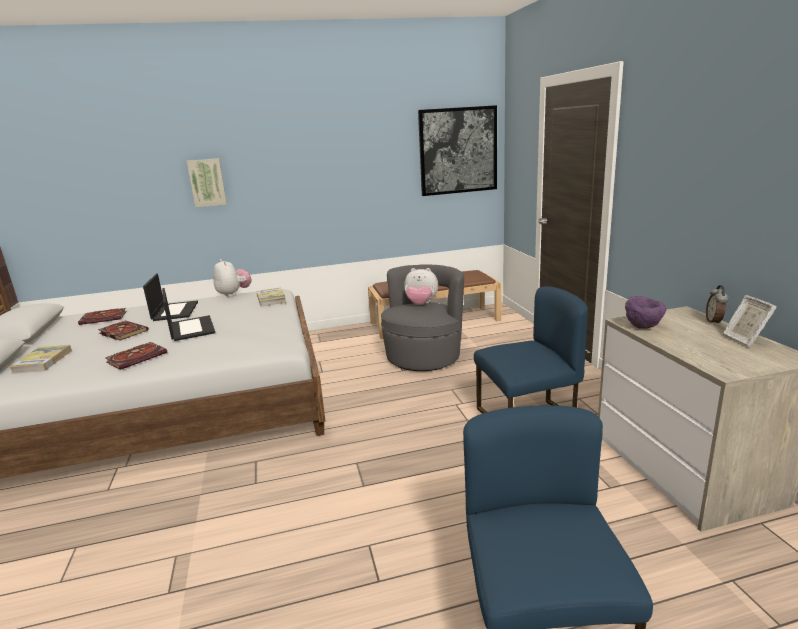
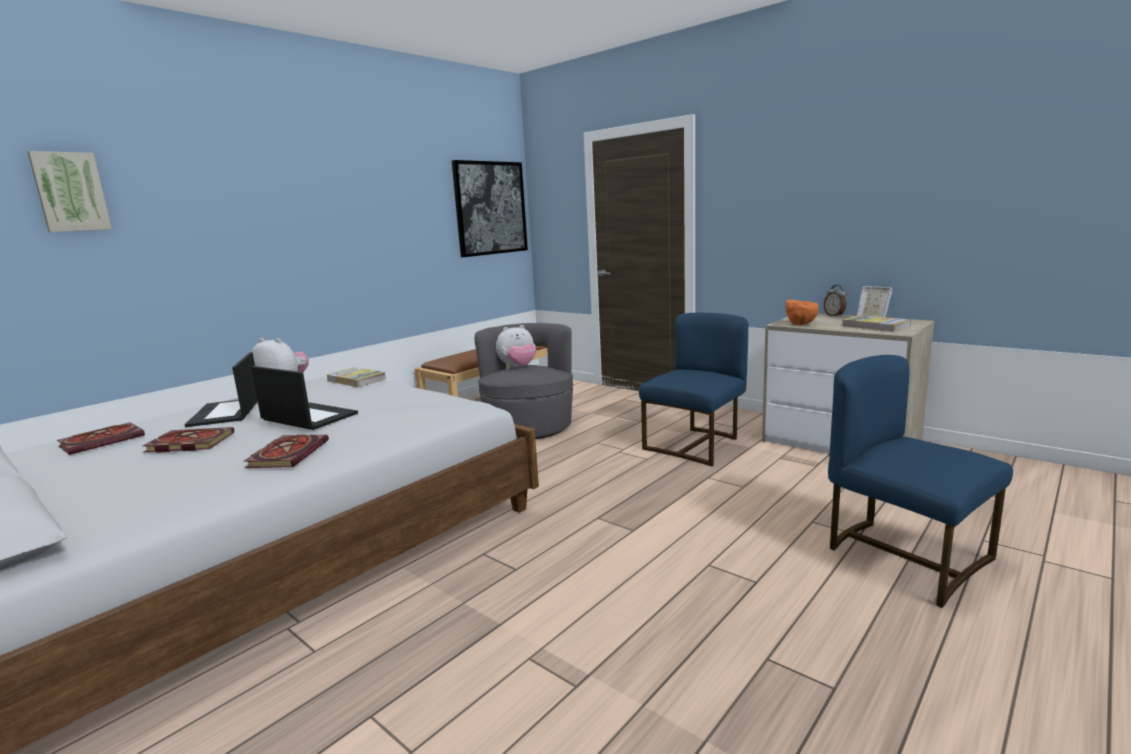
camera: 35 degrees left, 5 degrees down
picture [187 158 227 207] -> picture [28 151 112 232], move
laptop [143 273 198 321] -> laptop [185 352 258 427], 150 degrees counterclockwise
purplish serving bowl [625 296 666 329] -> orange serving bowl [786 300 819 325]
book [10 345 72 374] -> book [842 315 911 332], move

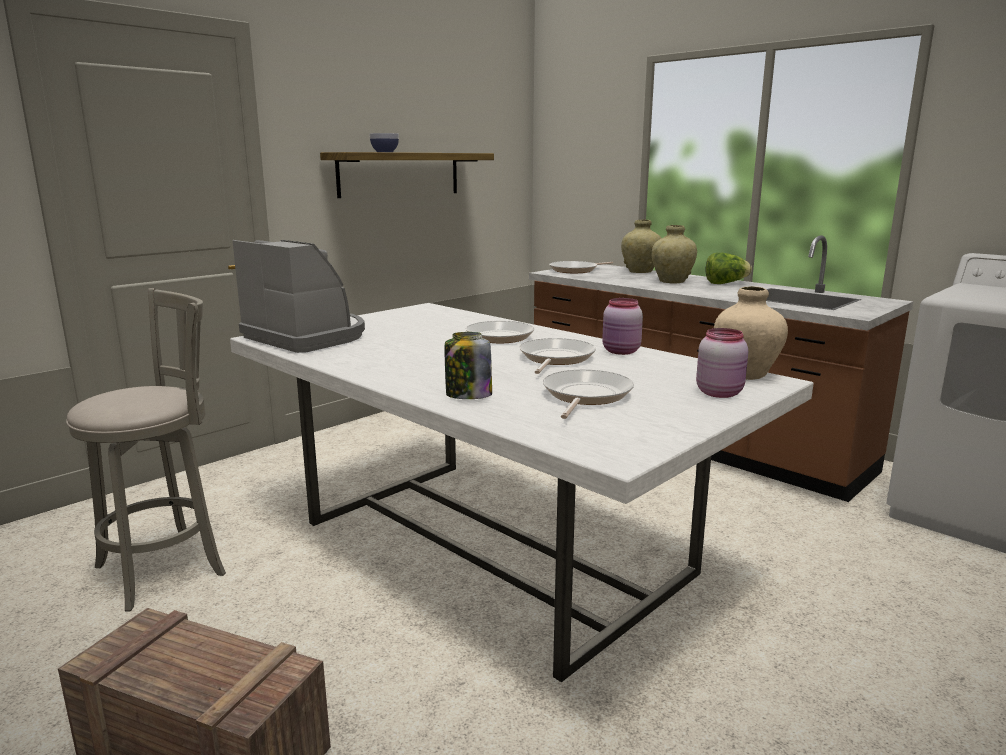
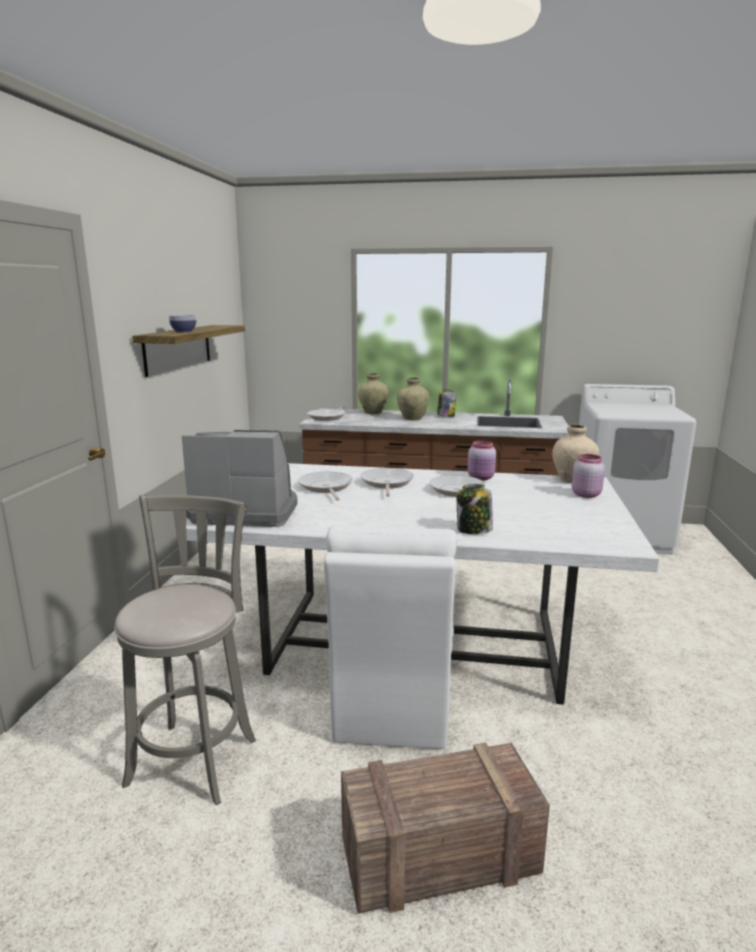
camera: 35 degrees left, 0 degrees up
head of lettuce [706 253 752 284] -> preserve jar [437 389 456 417]
frying pan [543 370 634 419] -> frying pan [298 472 353 501], move
none -> white-coloured chair [324 525 457 749]

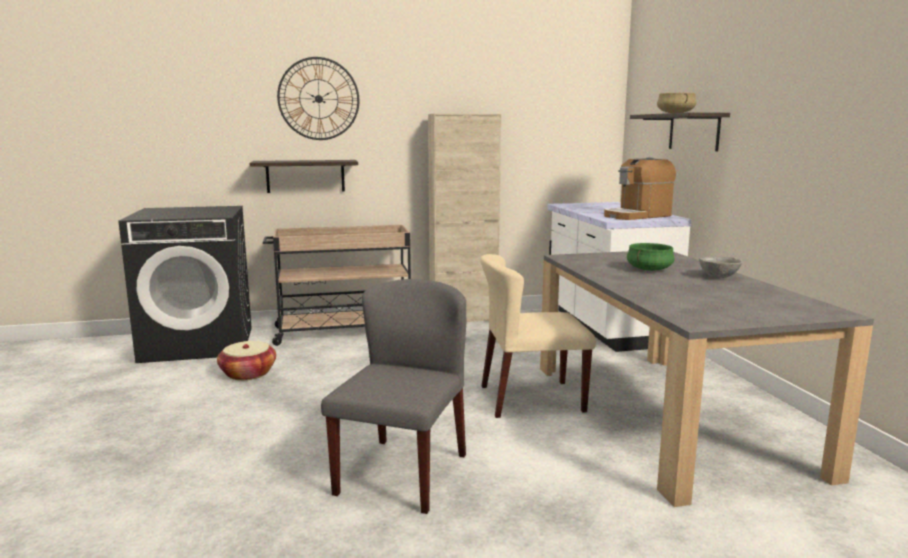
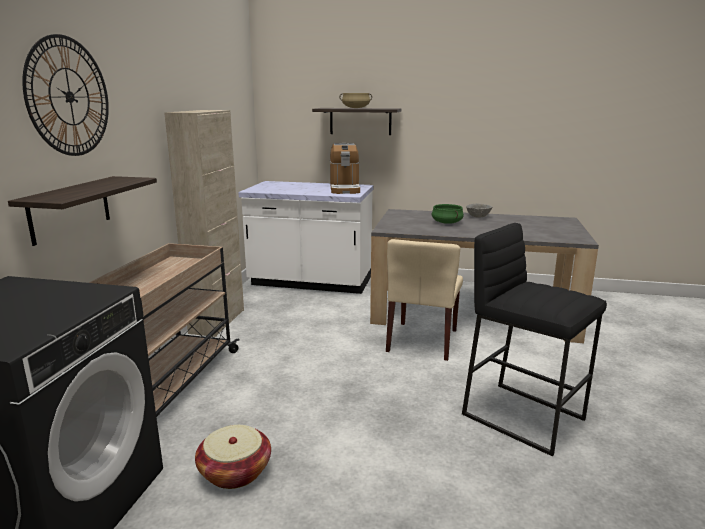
camera: 65 degrees left, 5 degrees up
greyish chair [321 279 466 514] -> black-coloured sitting stool [462 223 607 456]

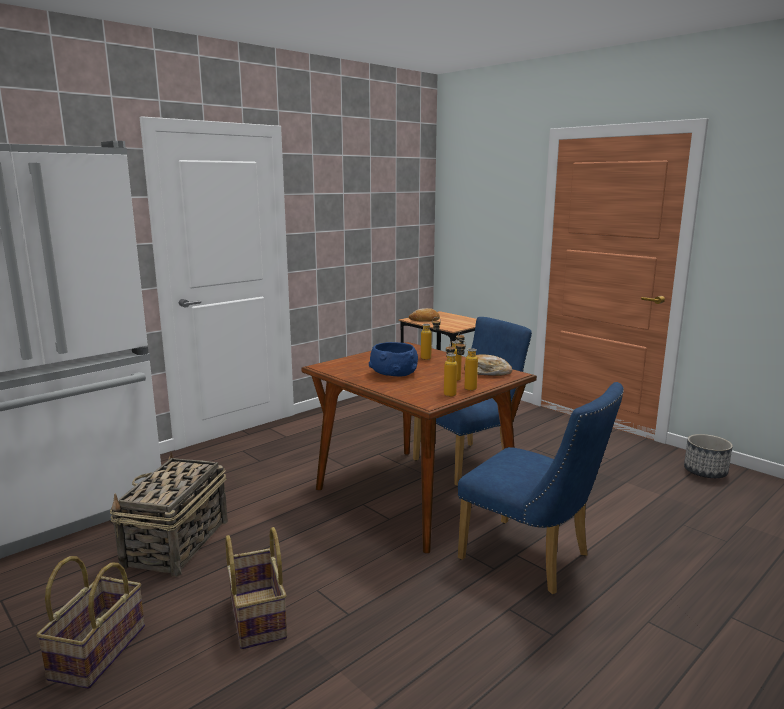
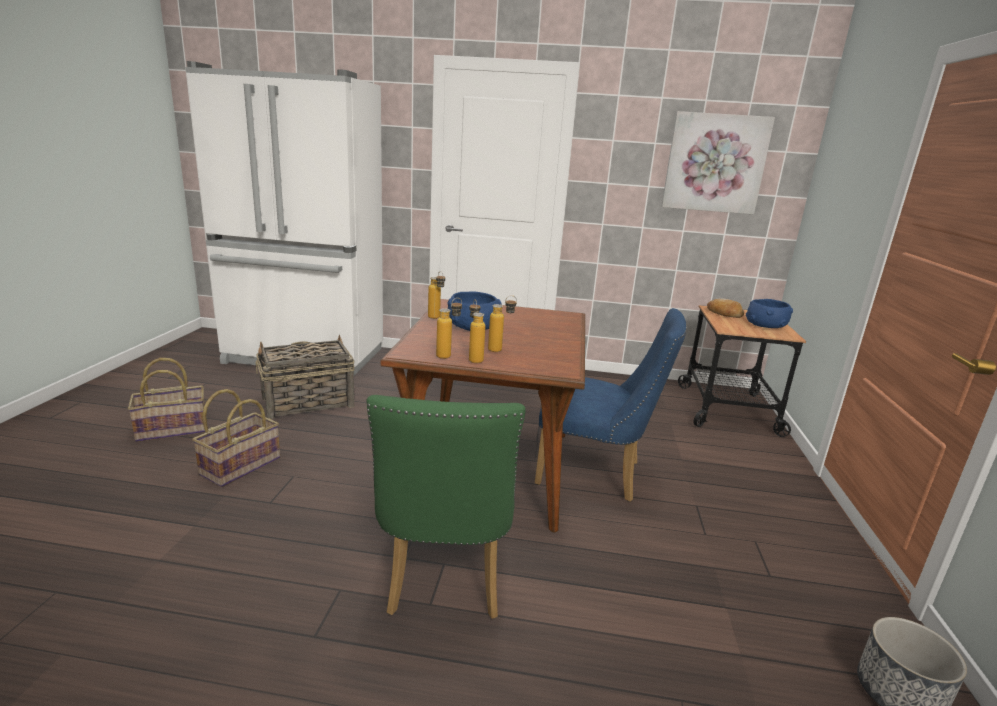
camera: 50 degrees right, 5 degrees up
bottle [421 317 441 360] -> bottle [428 271 445 319], move
bakery bread [464 355 512 376] -> none
bluish chair [458 382 624 594] -> green-coloured chair [367 395 526 619]
none -> picture [661 111 775 214]
none -> bluish serving bowl [746 299 793 328]

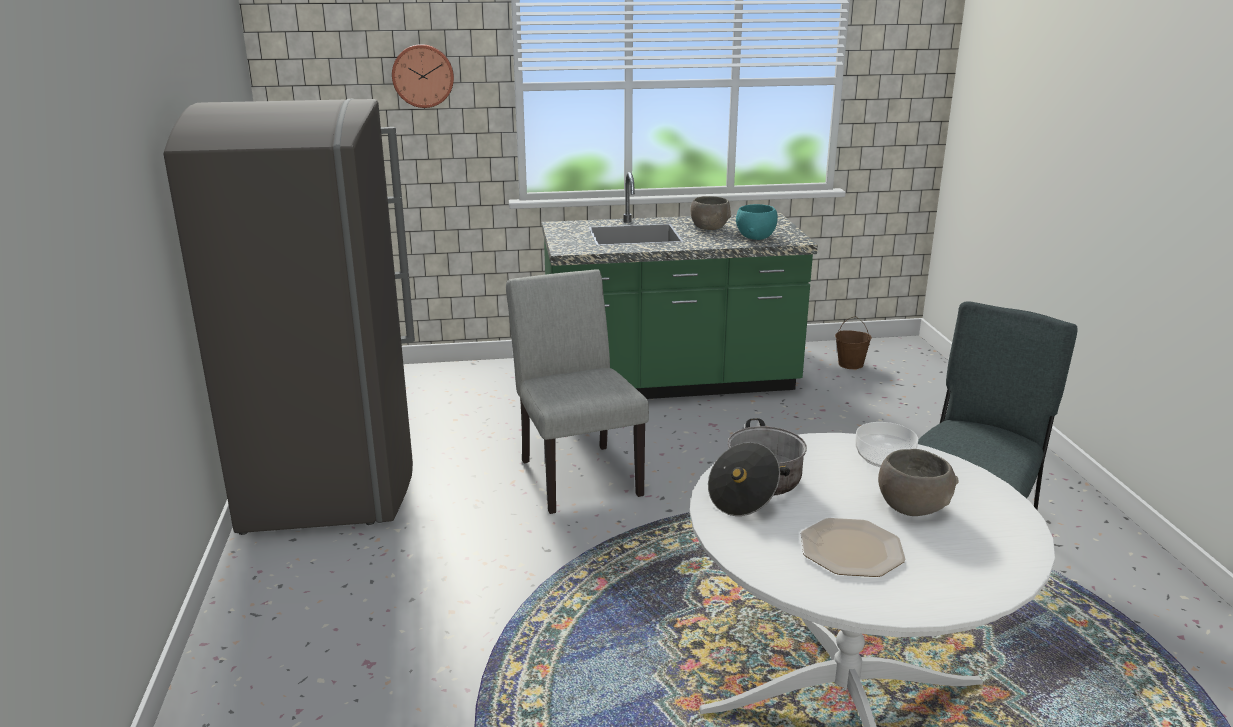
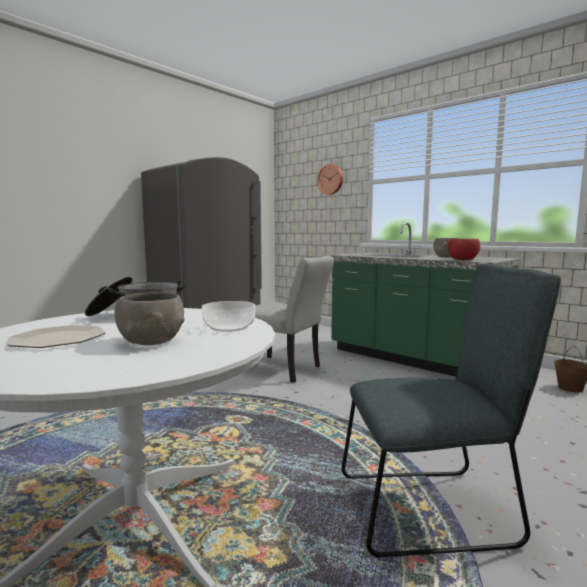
camera: 50 degrees right, 15 degrees down
blue-green serving bowl [736 204 778 240] -> red serving bowl [448 239 480 260]
greyish chair [506 269 649 514] -> greyish chair [255 256 334 383], 90 degrees clockwise

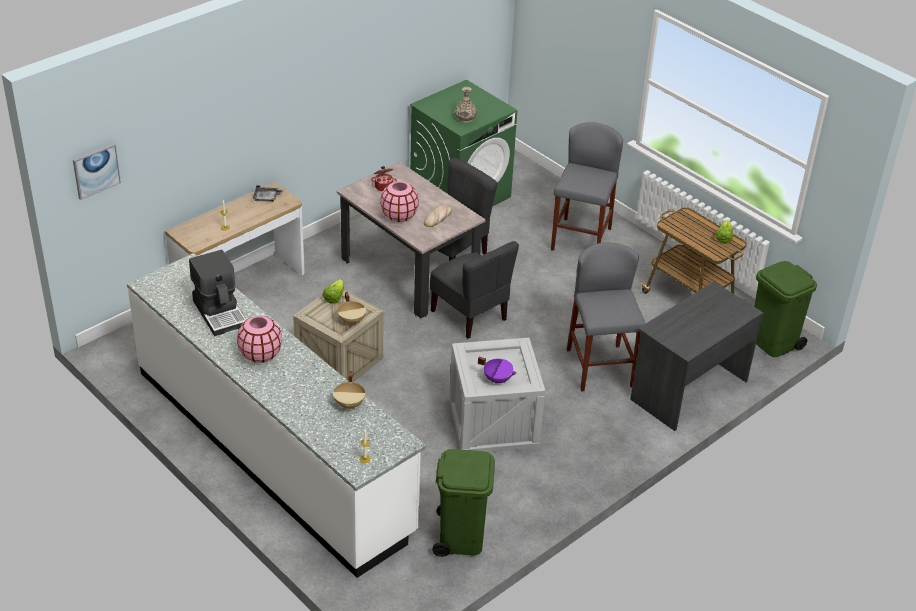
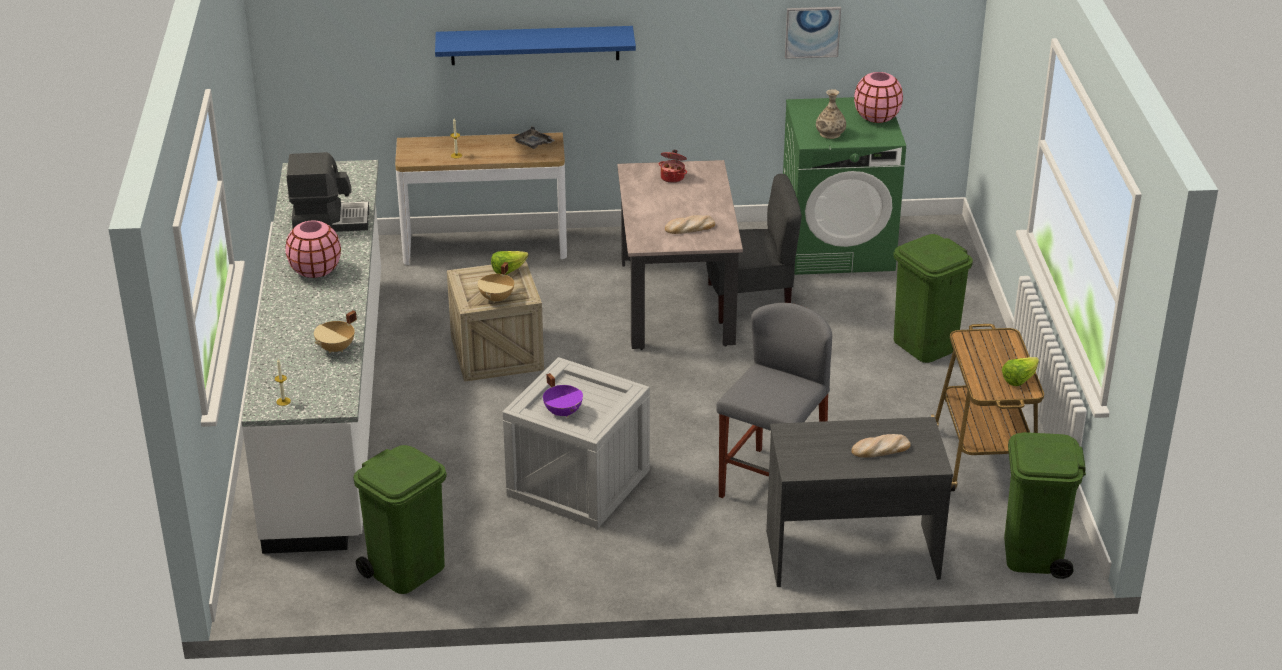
camera: 40 degrees right, 5 degrees down
greyish sitting stool [551 122 623 251] -> green-coloured waste bin [893 234 973 363]
picture [73 144 121 200] -> picture [785 7 841 59], move
pink decorative vase [380 181 419 222] -> pink decorative vase [854 72 903 123], move
greyish chair [430 241 519 339] -> none
coffee maker [189 250 247 336] -> coffee maker [287 152 369 232], 105 degrees counterclockwise
none -> bluish wall shelf [435 26 636 65]
none -> bakery bread [852 434 910 458]

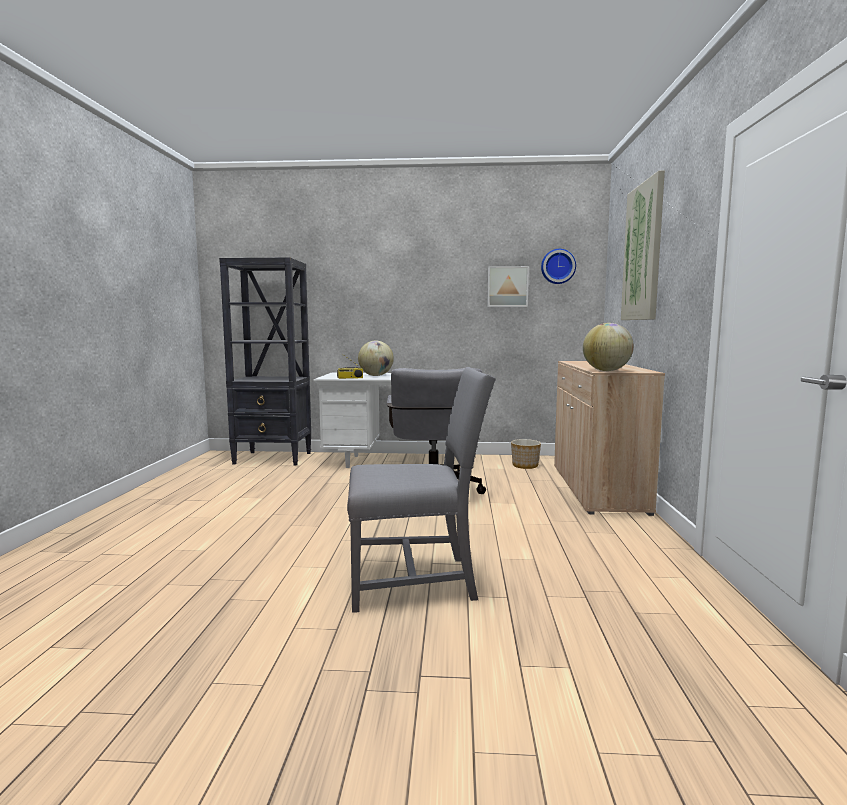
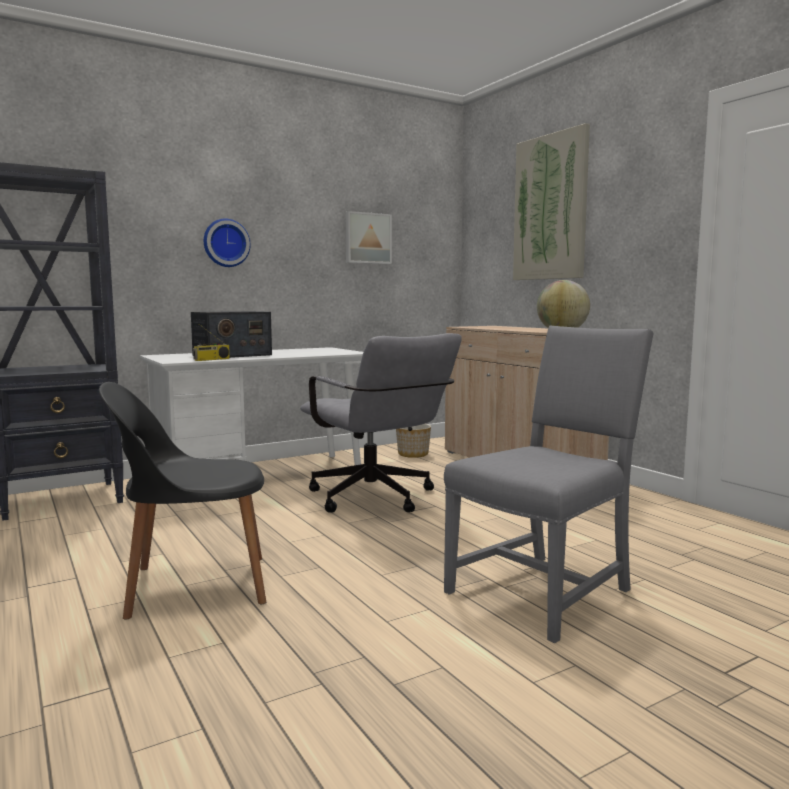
camera: 35 degrees left, 0 degrees up
hanging clock [541 249 576 284] -> hanging clock [204 218 251 267], move
world globe [358 341 394 376] -> radio receiver [191 311 272 358]
none -> black-coloured chair [99 382 266 620]

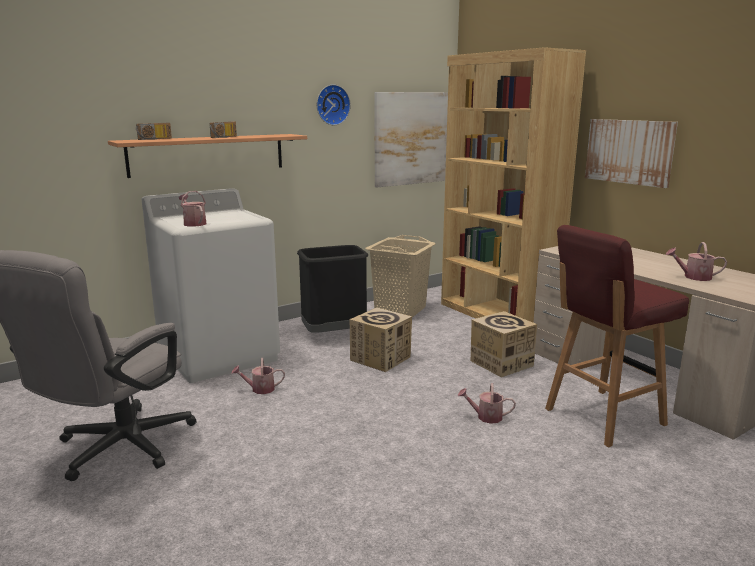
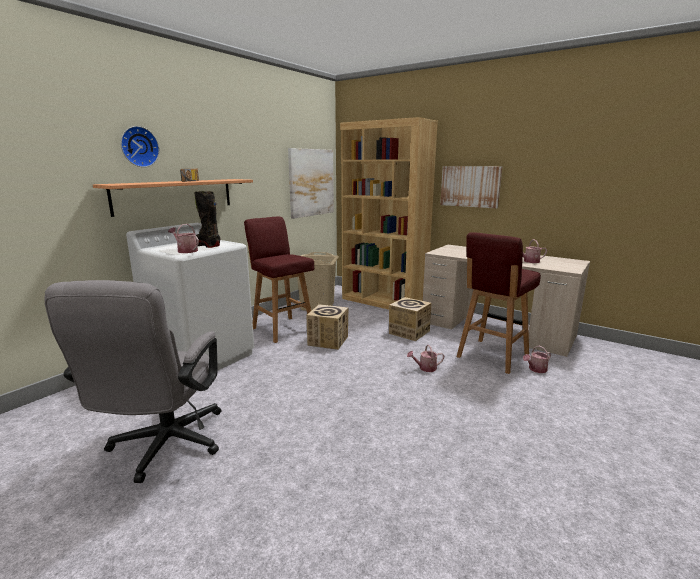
camera: 20 degrees left, 0 degrees up
hanging clock [317 84 351 125] -> hanging clock [121 126 159 167], move
radio receiver [136 123 172 140] -> none
black-coloured waste bin [297 245 368 333] -> red sitting stool [244 217 314 343]
sprinkling can [232 358 285 394] -> sprinkling can [523 346 551 373], move
none -> black-coloured tall boot [194 191 220 248]

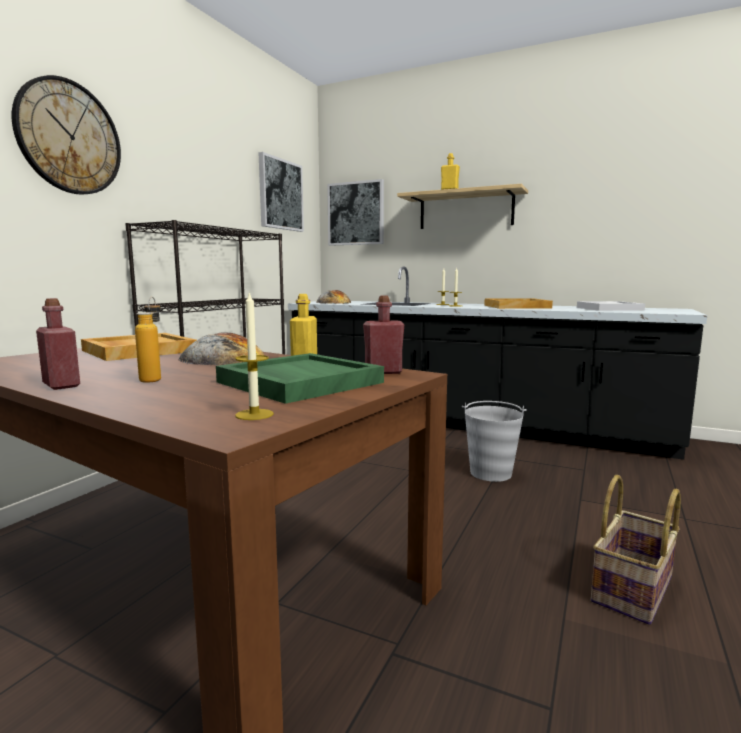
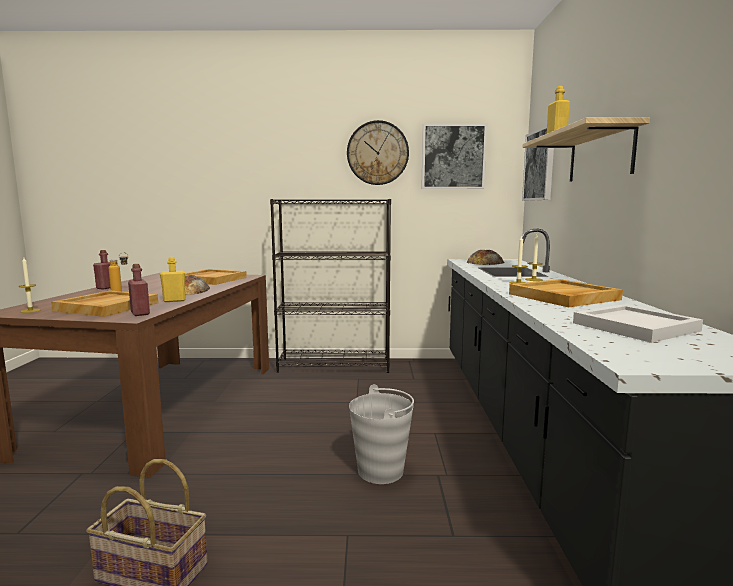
camera: 65 degrees right, 0 degrees up
hanging clock [12 75 121 195] -> hanging clock [347 120 409 185], move
green-coloured tray [216 353 384 404] -> sand-coloured tray [51 291 158 317]

